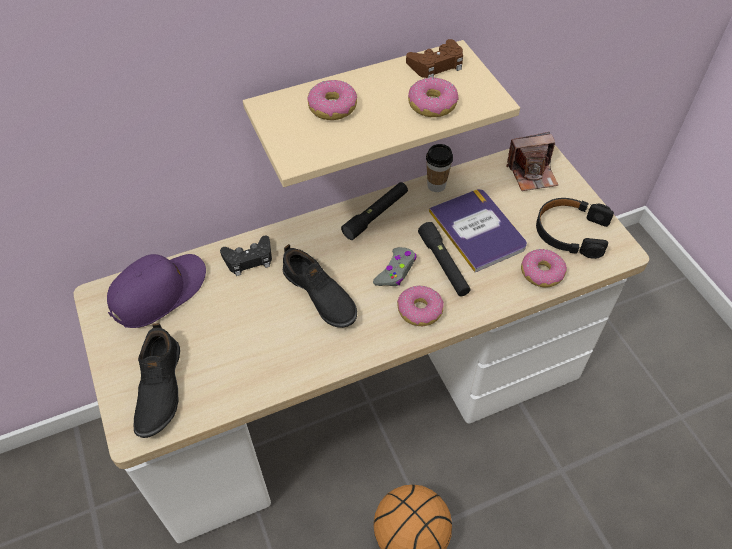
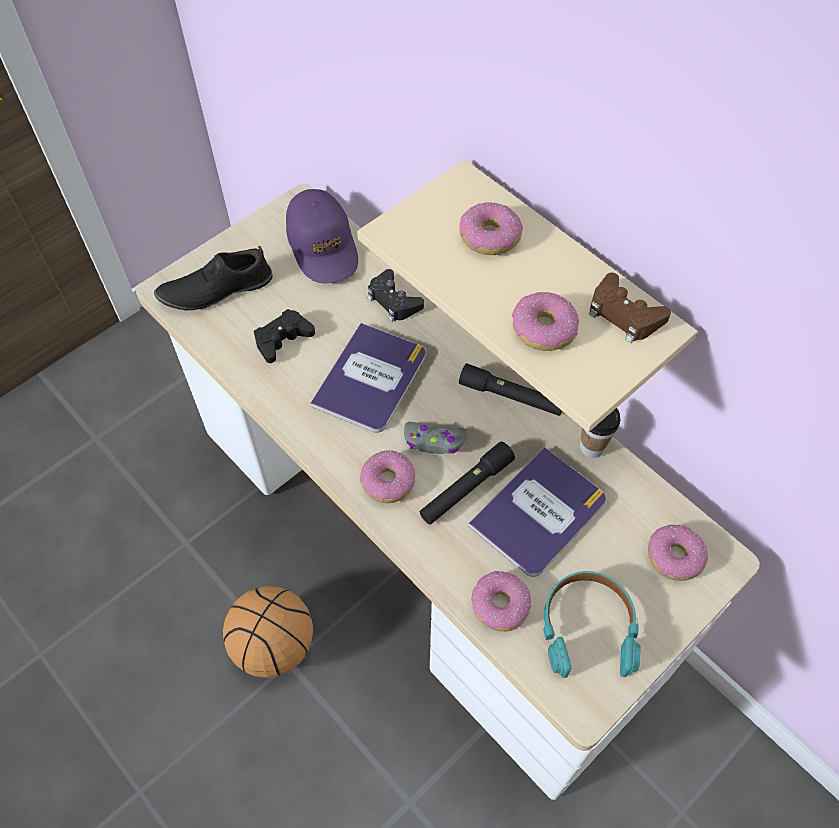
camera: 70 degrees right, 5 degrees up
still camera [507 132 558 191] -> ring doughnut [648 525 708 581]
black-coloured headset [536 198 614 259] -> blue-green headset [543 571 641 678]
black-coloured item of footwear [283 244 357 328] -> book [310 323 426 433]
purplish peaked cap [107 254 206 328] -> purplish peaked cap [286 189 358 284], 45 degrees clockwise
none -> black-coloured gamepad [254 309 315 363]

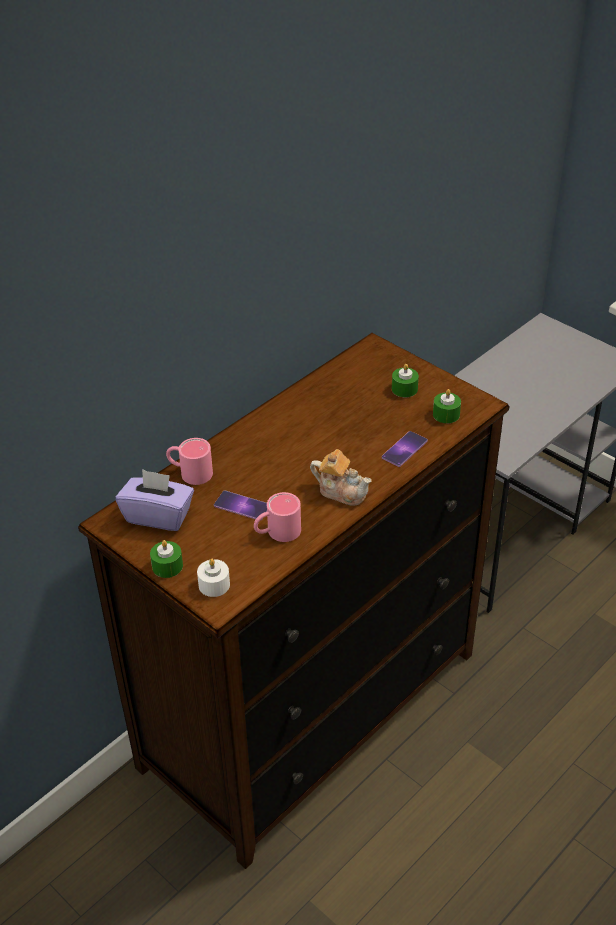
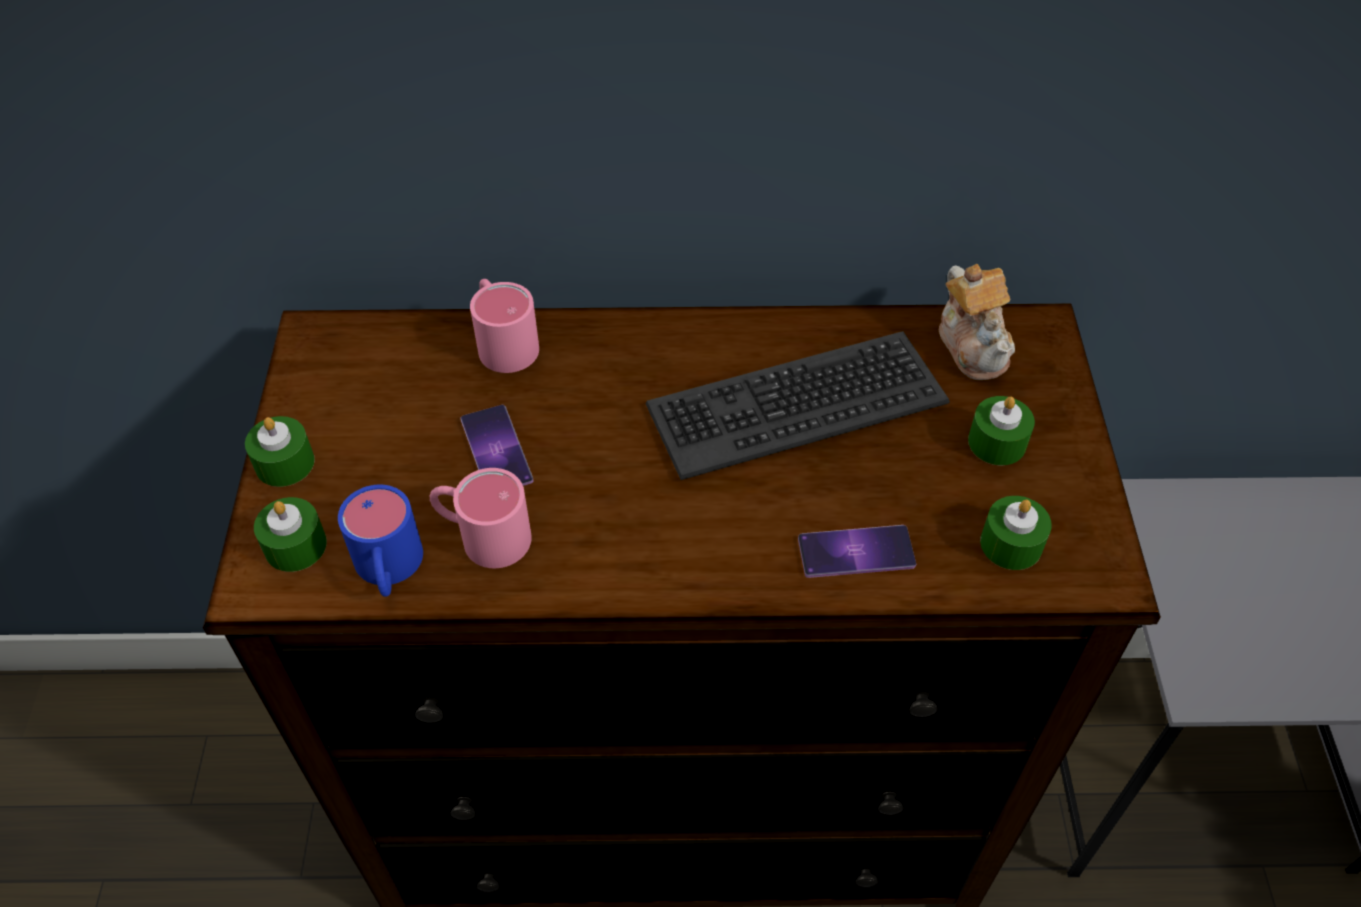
camera: 45 degrees right, 10 degrees up
teapot [310 449 372 505] -> teapot [939 264 1015 380], move
purplish box of tissues [116 469 194 531] -> none
white-coloured candle [197 559 230 597] -> green-coloured candle [254 497 327 572]
none -> keyboard [646 331 950 480]
none -> bluish tea mug [338 485 423 597]

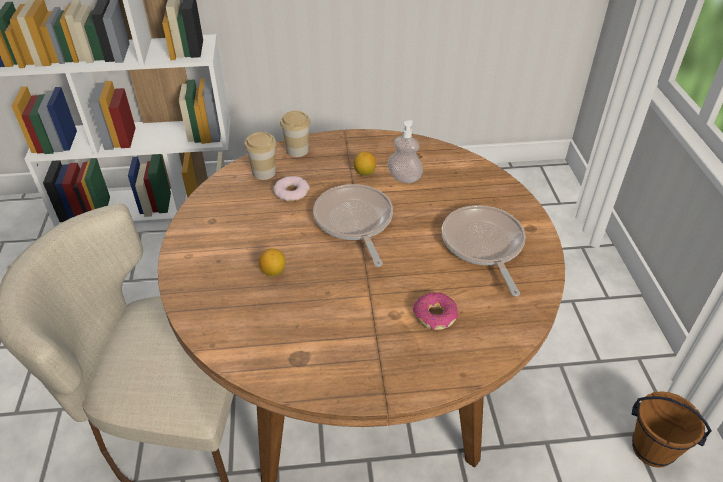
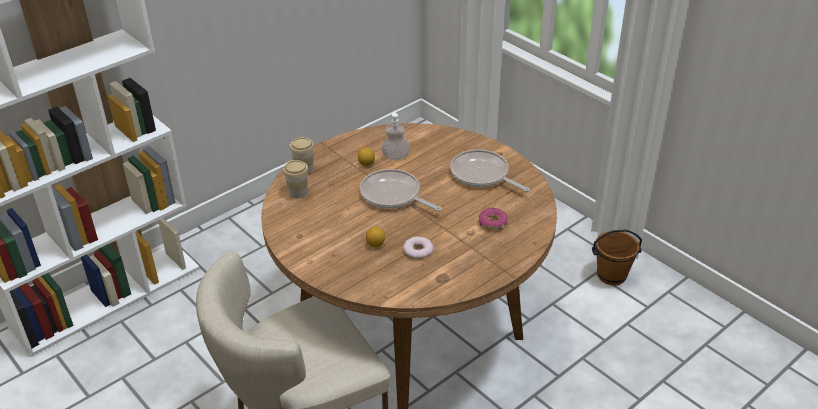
camera: 35 degrees left, 5 degrees down
ring doughnut [273 176 310 201] -> ring doughnut [403 237 434 259], move

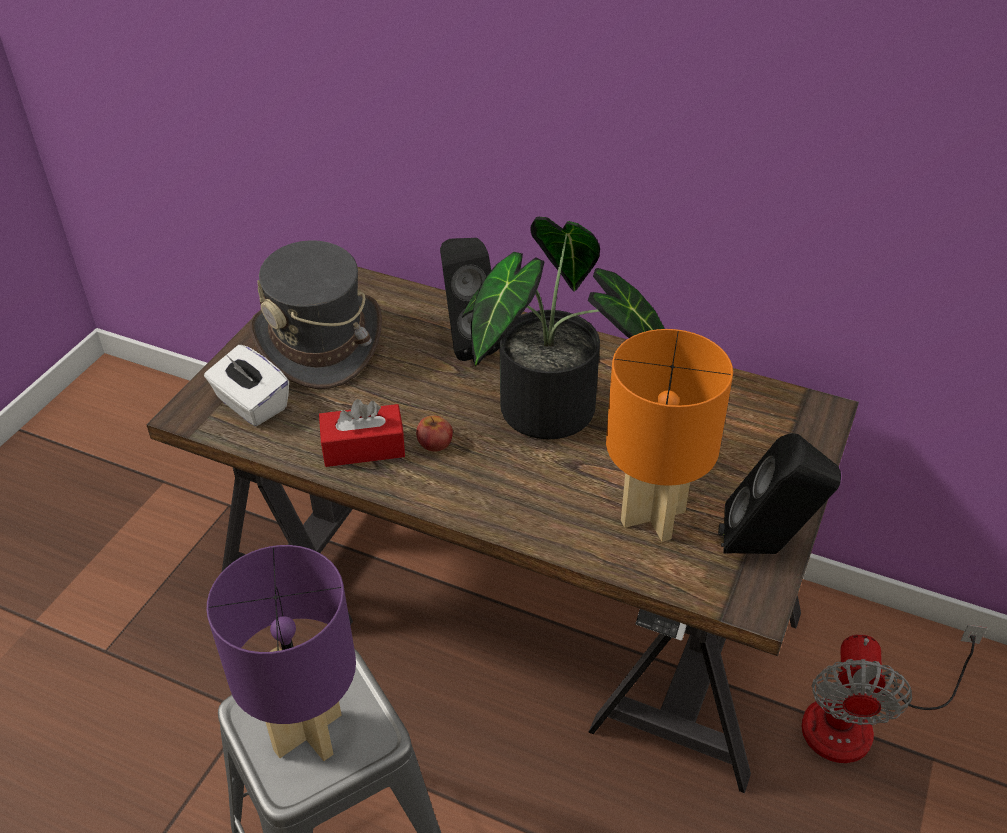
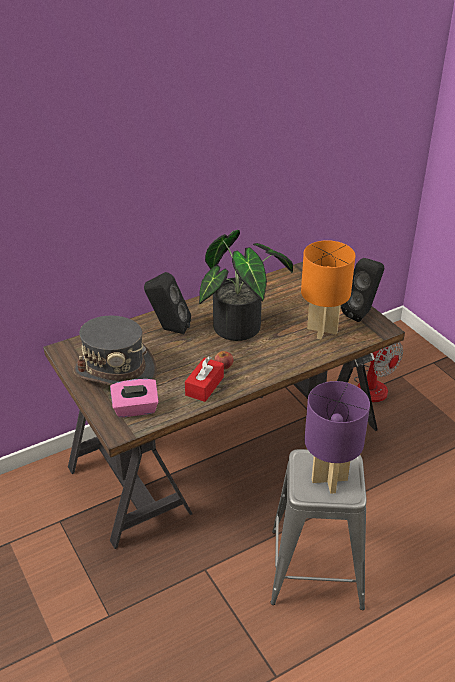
camera: 55 degrees left, 5 degrees down
white-coloured box of tissues [204 345 289 426] -> pink box of tissues [110 379 159 417]

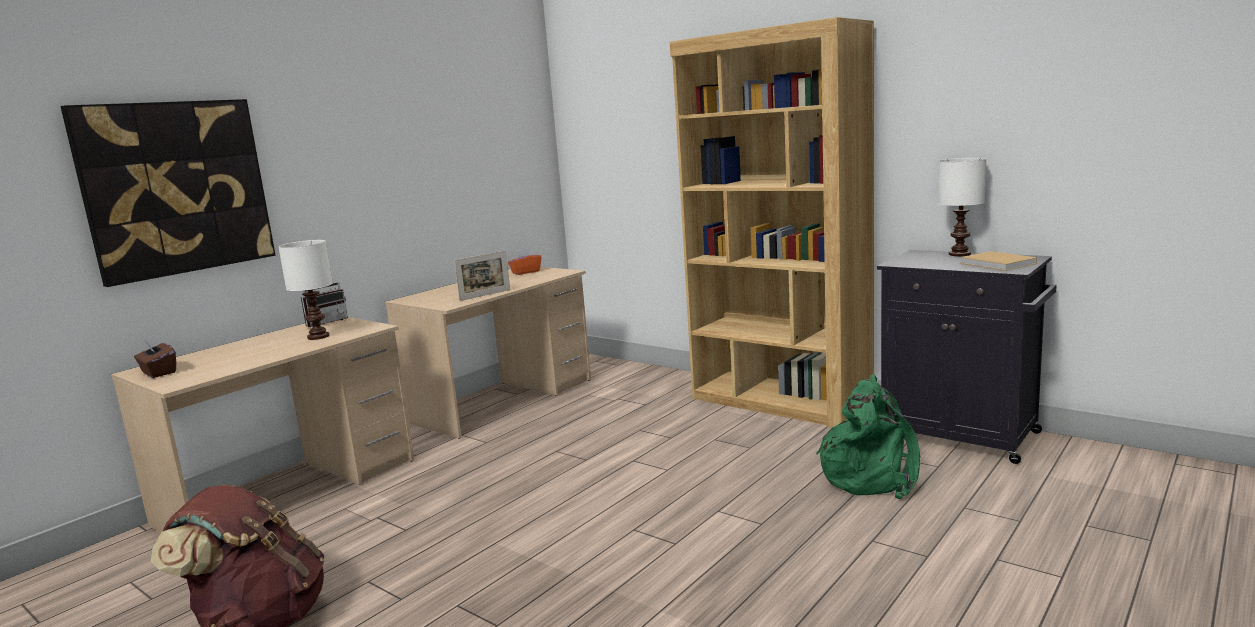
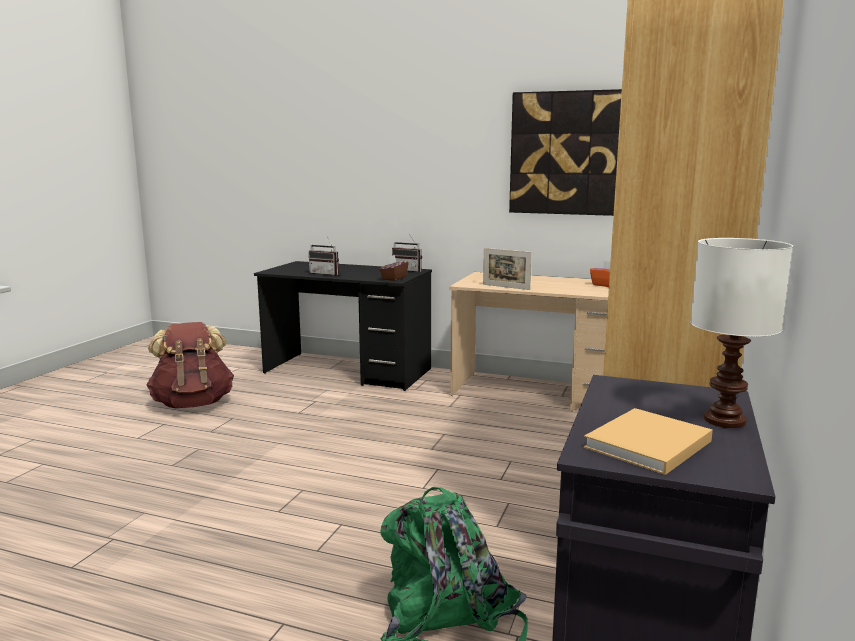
camera: 70 degrees right, 0 degrees up
picture [60 99 275 287] -> picture [509 89 622 216], move
white-coloured table lamp [278 240 333 340] -> none
sand-coloured desk [111 317 414 533] -> black-coloured desk [254 261 432 391]
brown-coloured box of tissues [134 341 176 378] -> brown-coloured box of tissues [379 255 408 281], move
none -> radio receiver [309 237 339 276]

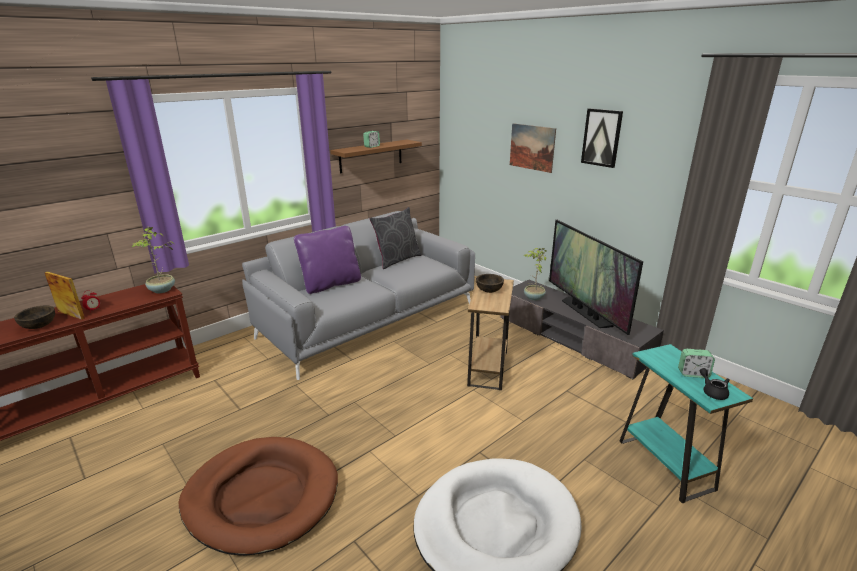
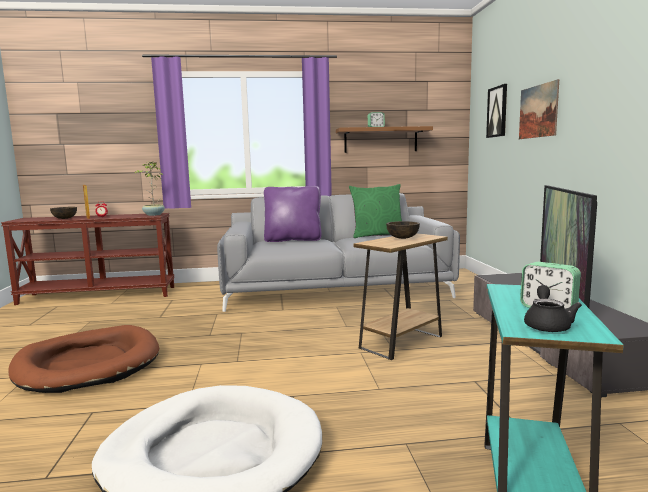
camera: 35 degrees right, 15 degrees down
picture [581 108 623 168] -> picture [486 84 507 138], move
greyish throw pillow [369 207 422 269] -> green-coloured throw pillow [349 184 402 238]
plant in a pot [523 248 547 301] -> none

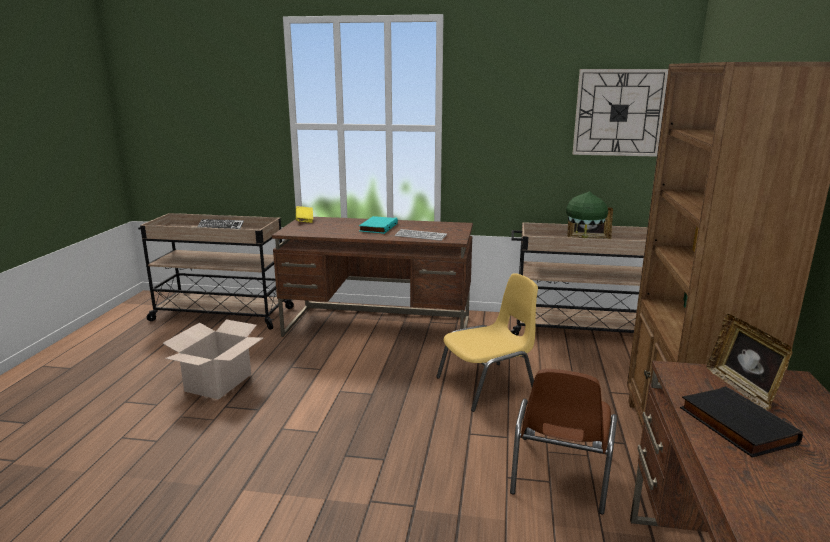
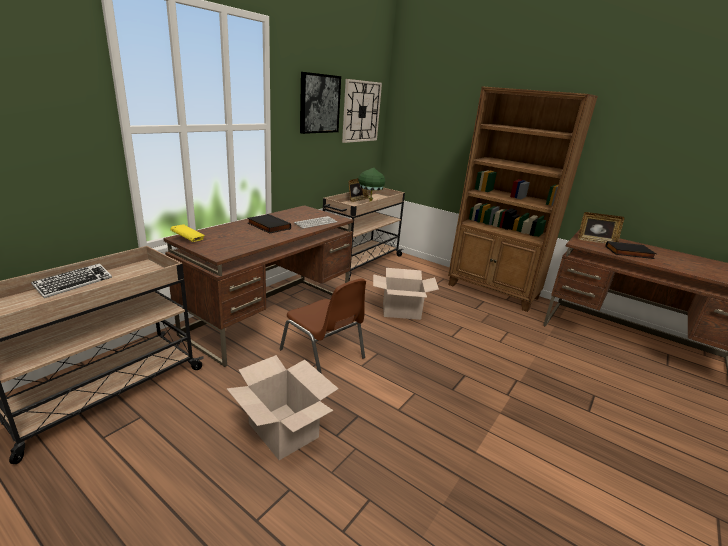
camera: 65 degrees left, 5 degrees up
blue-green book [359 216 398 234] -> black-coloured book [248 214 291 234]
yellowish chair [436 273 538 412] -> cardboard box [373 268 439 320]
brown-coloured chair [510 369 617 515] -> brown-coloured chair [280 279 366 374], move
none -> picture [300 72 341 134]

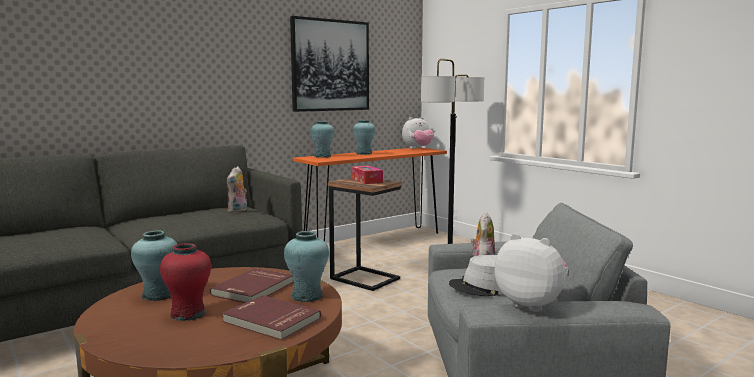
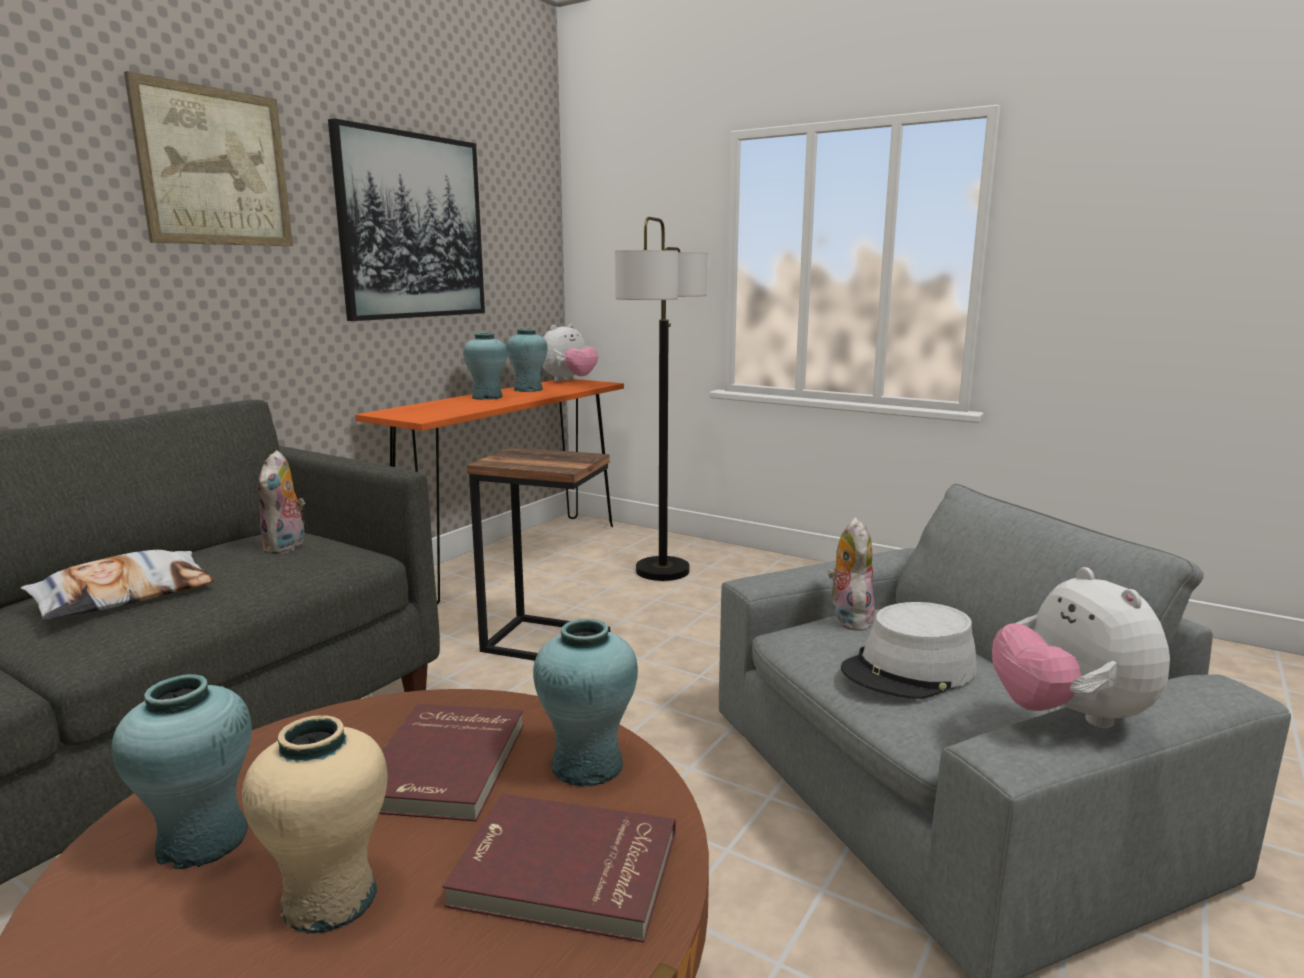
camera: 20 degrees left, 5 degrees up
blue-green decorative vase [310 121 334 157] -> blue-green decorative vase [506 329 548 392], move
box of tissues [351 166 383 184] -> none
soft toy [494 233 568 312] -> soft toy [992 567 1170 728], 120 degrees counterclockwise
red decorative vase [160 243 211 321] -> sand-coloured decorative vase [242 716 388 934]
none -> picture [124 71 293 246]
none -> throw pillow [20 550 215 621]

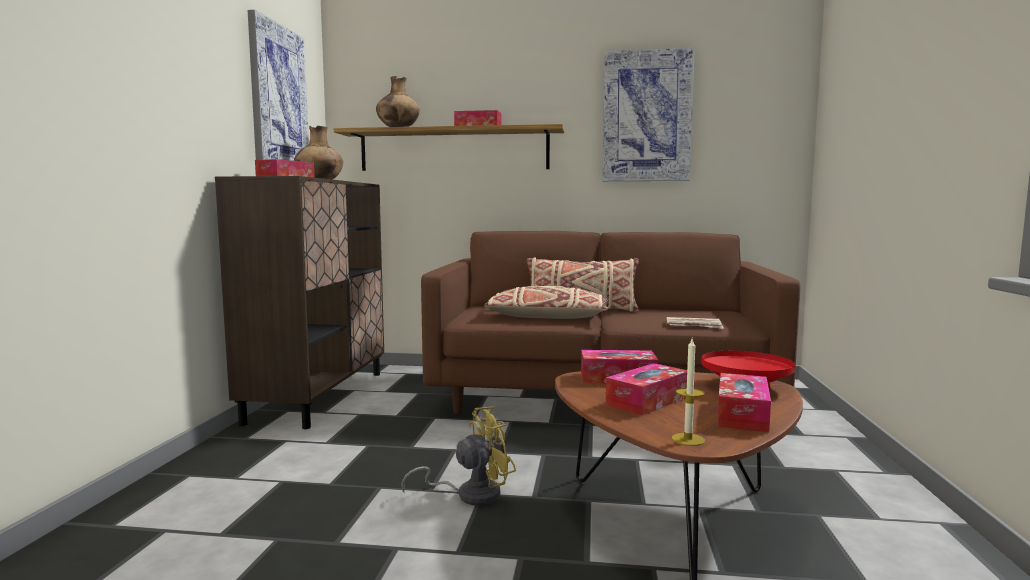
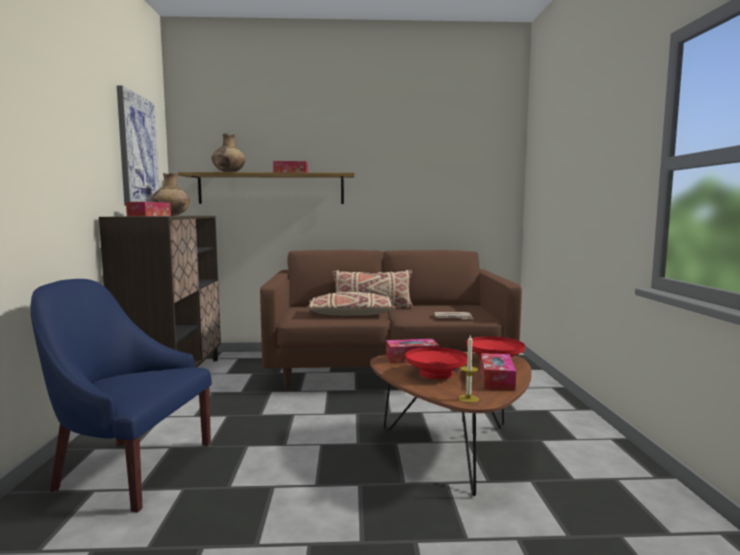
camera: 10 degrees left, 0 degrees up
picture [602 47 695 181] -> none
box of tissues [606 363 687 416] -> red serving bowl [406 347 468 379]
yellowish cooling fan [401 406 516 506] -> none
none -> bluish armchair [30 279 212 512]

